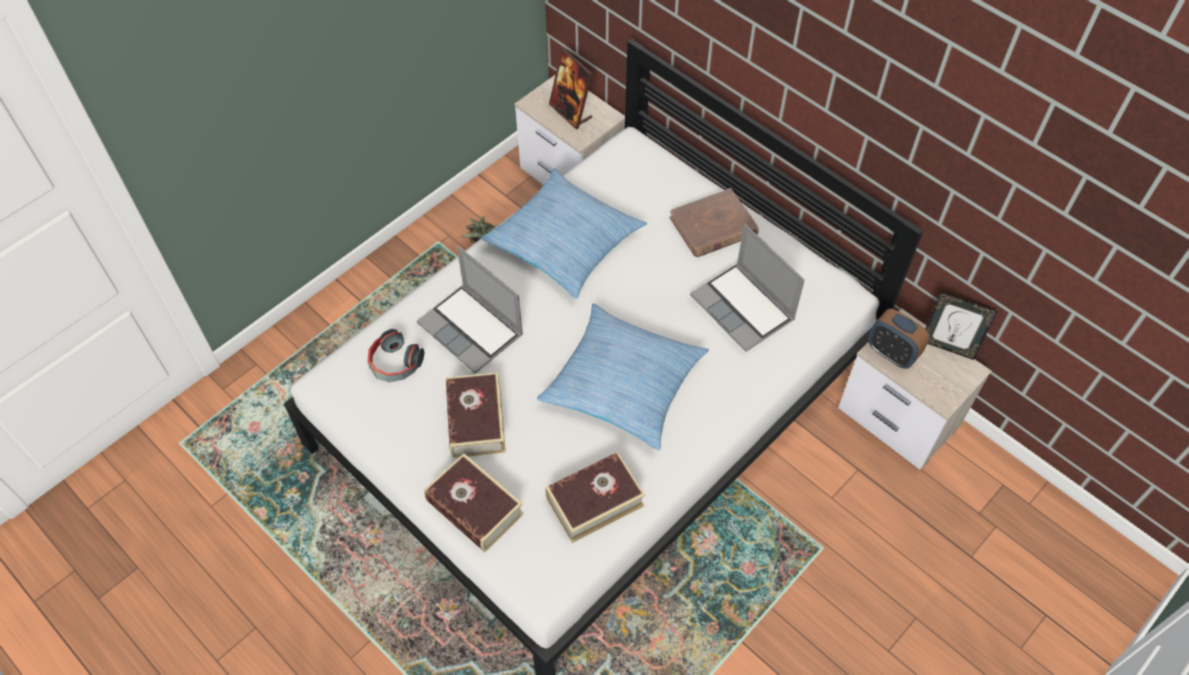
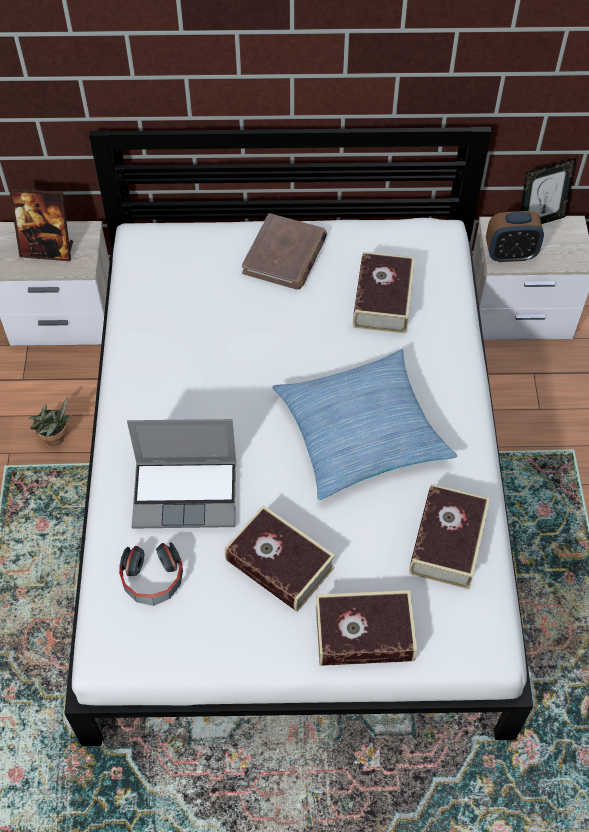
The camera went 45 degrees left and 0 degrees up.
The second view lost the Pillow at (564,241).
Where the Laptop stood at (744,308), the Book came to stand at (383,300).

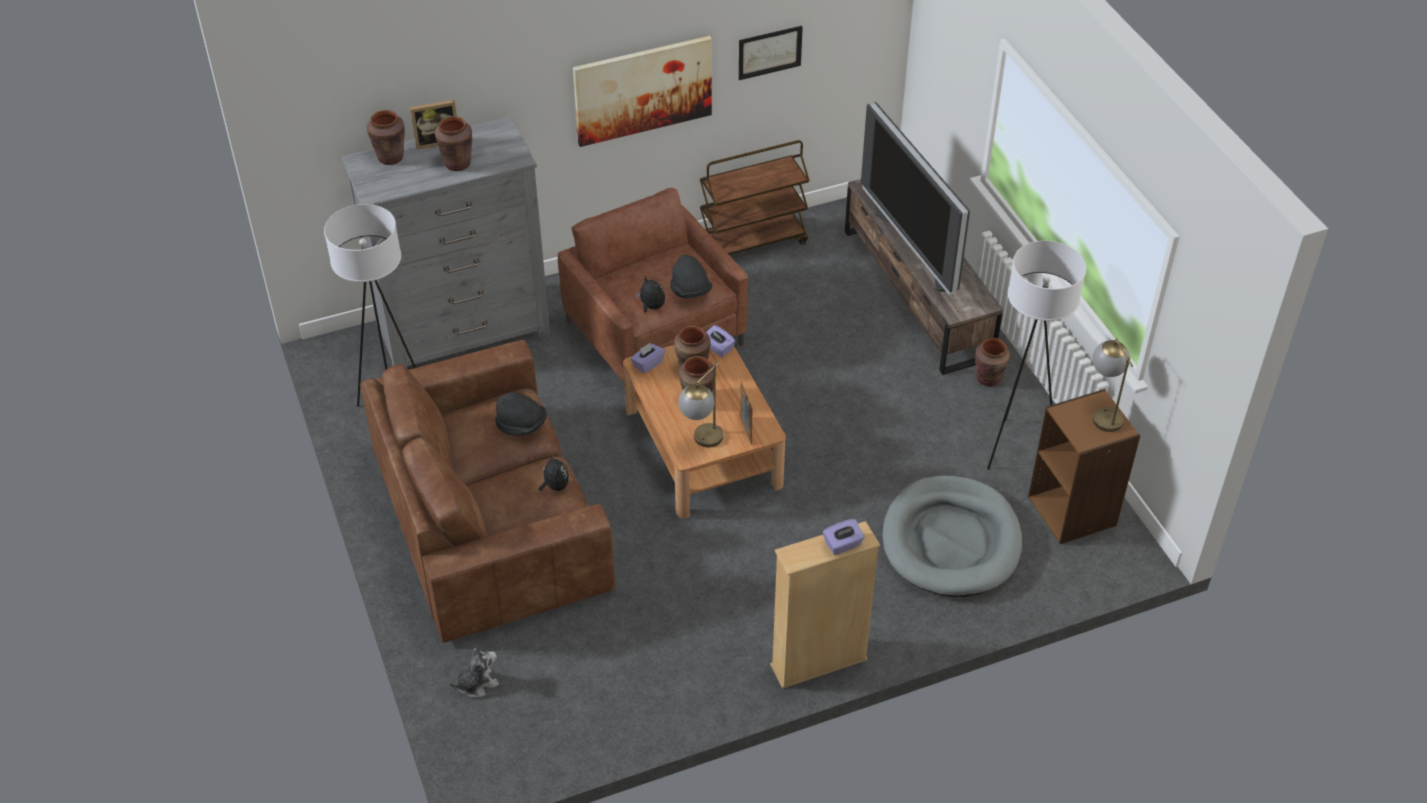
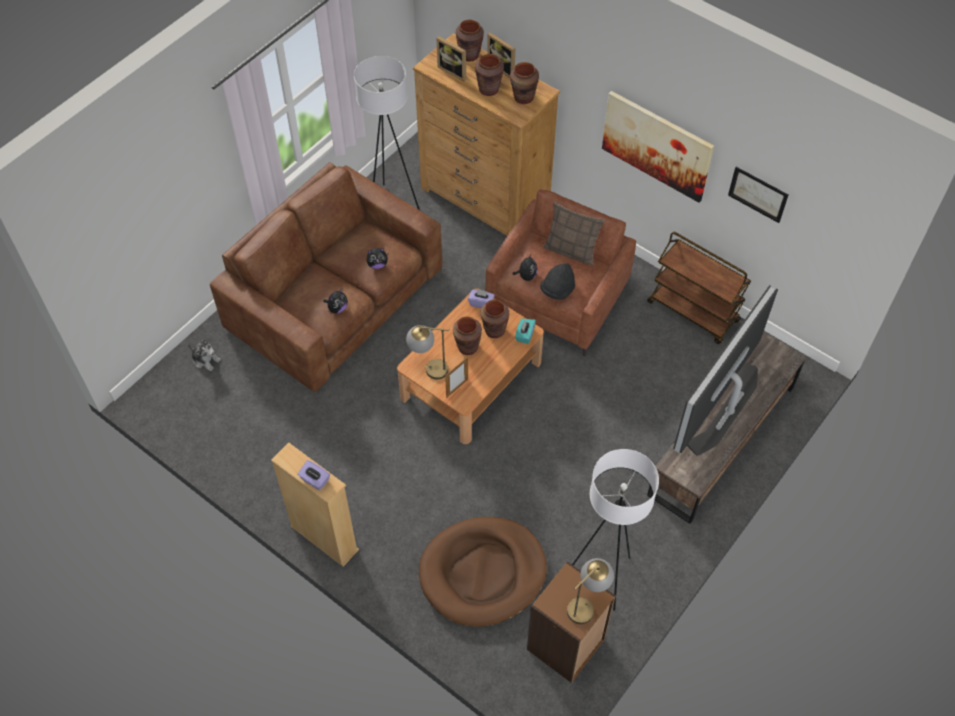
The camera went 60 degrees right and 10 degrees up.
The second view gained the PictureFrame at (454,71).
The second view gained the Pillow at (571,250).
The BrownVase ended up elsewhere, having gone from (988,379) to (523,97).
Where the BlackHat stood at (522,425), the PlushToy came to stand at (377,264).
What was the GreyDresser at (464,330) turned into the BrownDresser at (484,199).
What was the PurpleTissueBox at (718,348) turned into the TurquoiseTissueBox at (524,335).
What was the GreyDogBed at (951,541) turned into the BrownDogBed at (483,573).

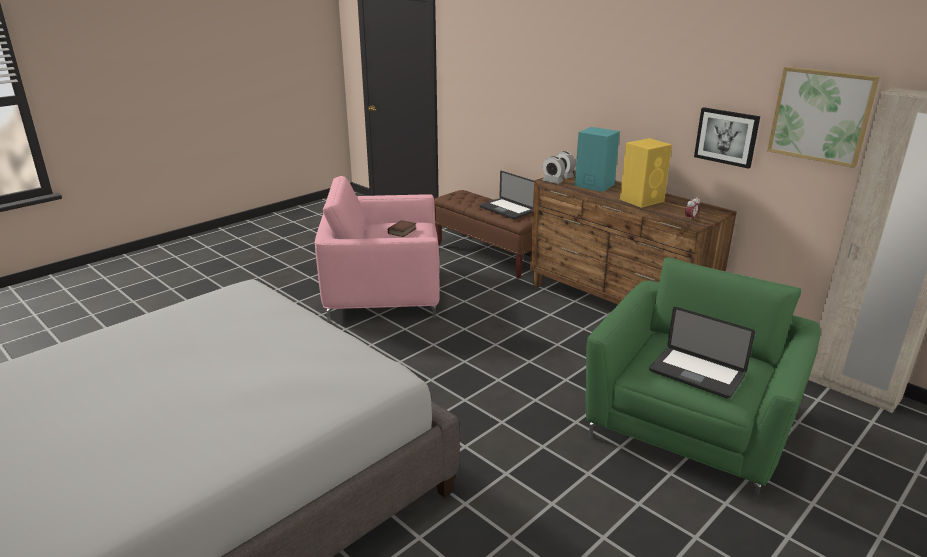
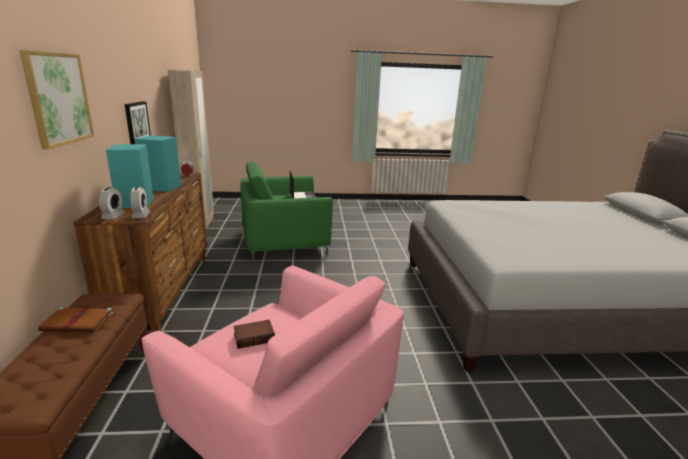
The camera went 140 degrees left and 5 degrees down.
The Picture ended up elsewhere, having gone from (821,115) to (58,98).
Where the Laptop stood at (506,209), the BrownBook came to stand at (79,322).
What was the YellowSpeaker at (642,200) turned into the TurquoiseSpeaker at (161,187).

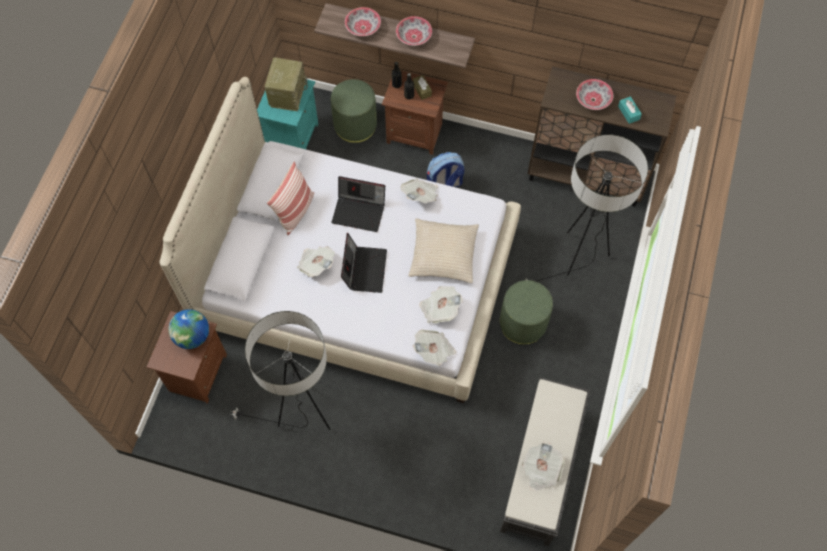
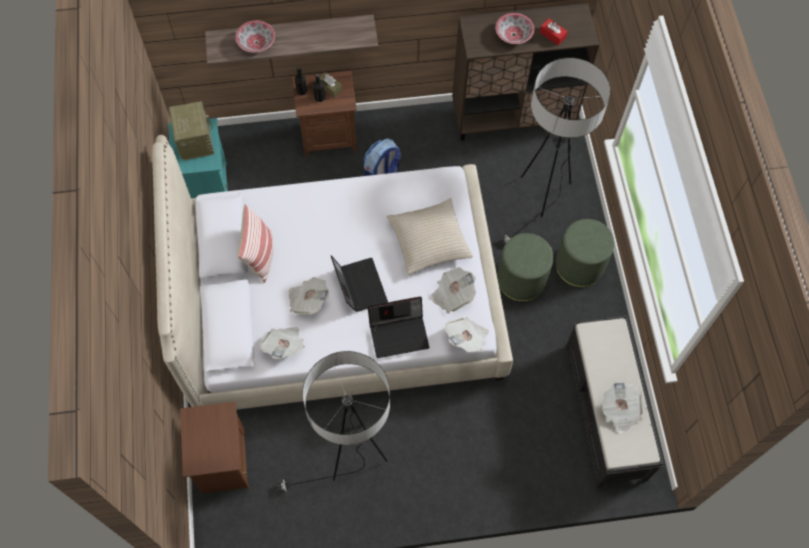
The camera went 25 degrees left and 0 degrees up.
The second view lost the Globe at (192,336).
The second view lost the Bowl at (413,36).
The GreenOttoman ended up elsewhere, having gone from (355,125) to (579,265).
The Laptop ended up elsewhere, having gone from (359,211) to (399,333).
The Newspaper ended up elsewhere, having gone from (421,195) to (284,346).
What was the TurquoiseTissueBox at (628,113) turned into the RedTissueBox at (552,35).

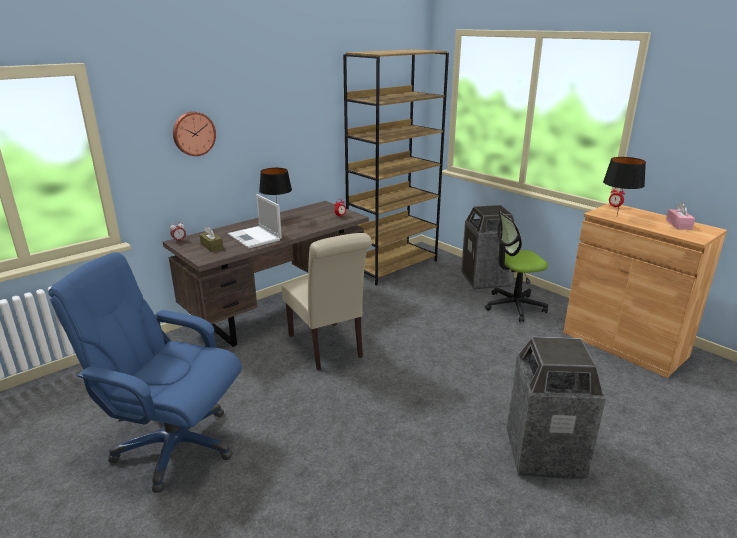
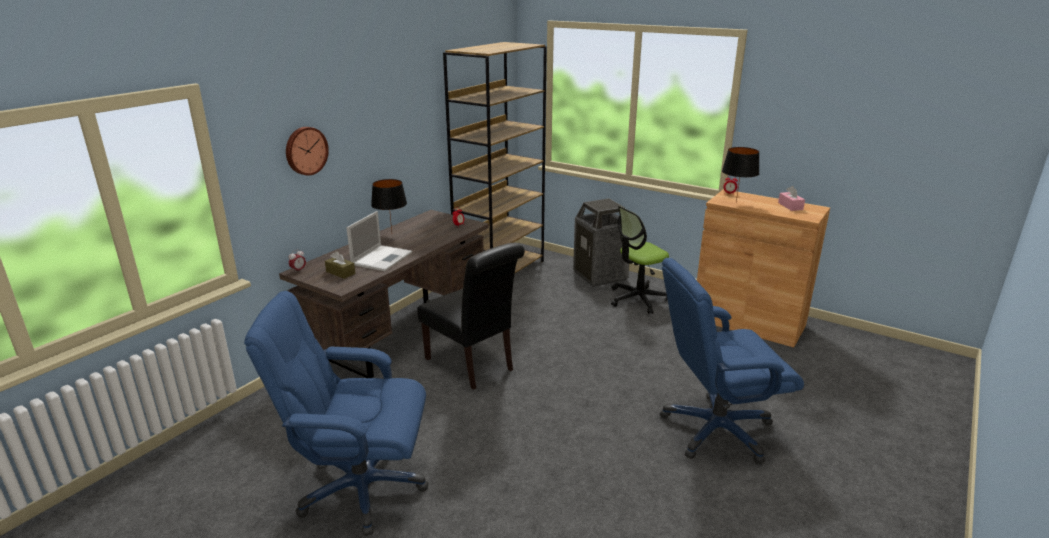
The camera went 15 degrees left and 0 degrees up.
Where the TrashCan stood at (543,453), the BlueOfficeChair came to stand at (716,430).
What was the BeigeChair at (328,348) turned into the BlackChair at (473,366).
The Laptop at (255,237) ended up facing another way, 105 degrees counterclockwise from before.

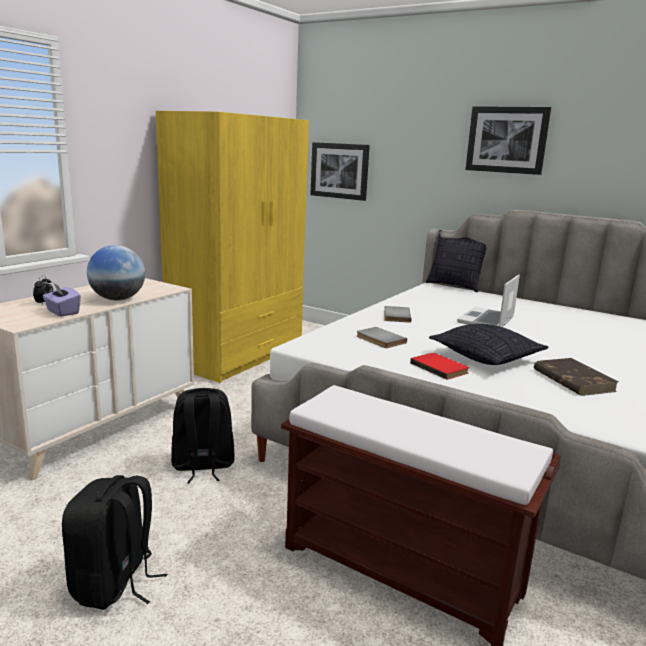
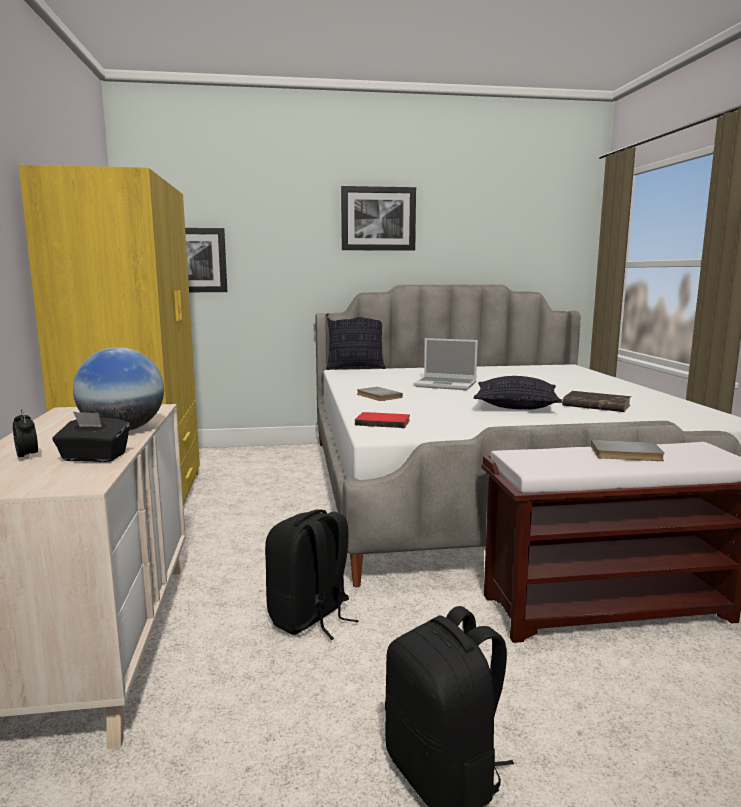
The camera went 40 degrees left and 5 degrees down.
The GreyBook ended up elsewhere, having gone from (379,340) to (626,454).
The RedBook ended up elsewhere, having gone from (440,368) to (383,422).
What was the PurpleTissueBox at (62,312) turned into the BlackTissueBox at (94,457).
The Laptop at (487,320) ended up facing another way, 60 degrees counterclockwise from before.

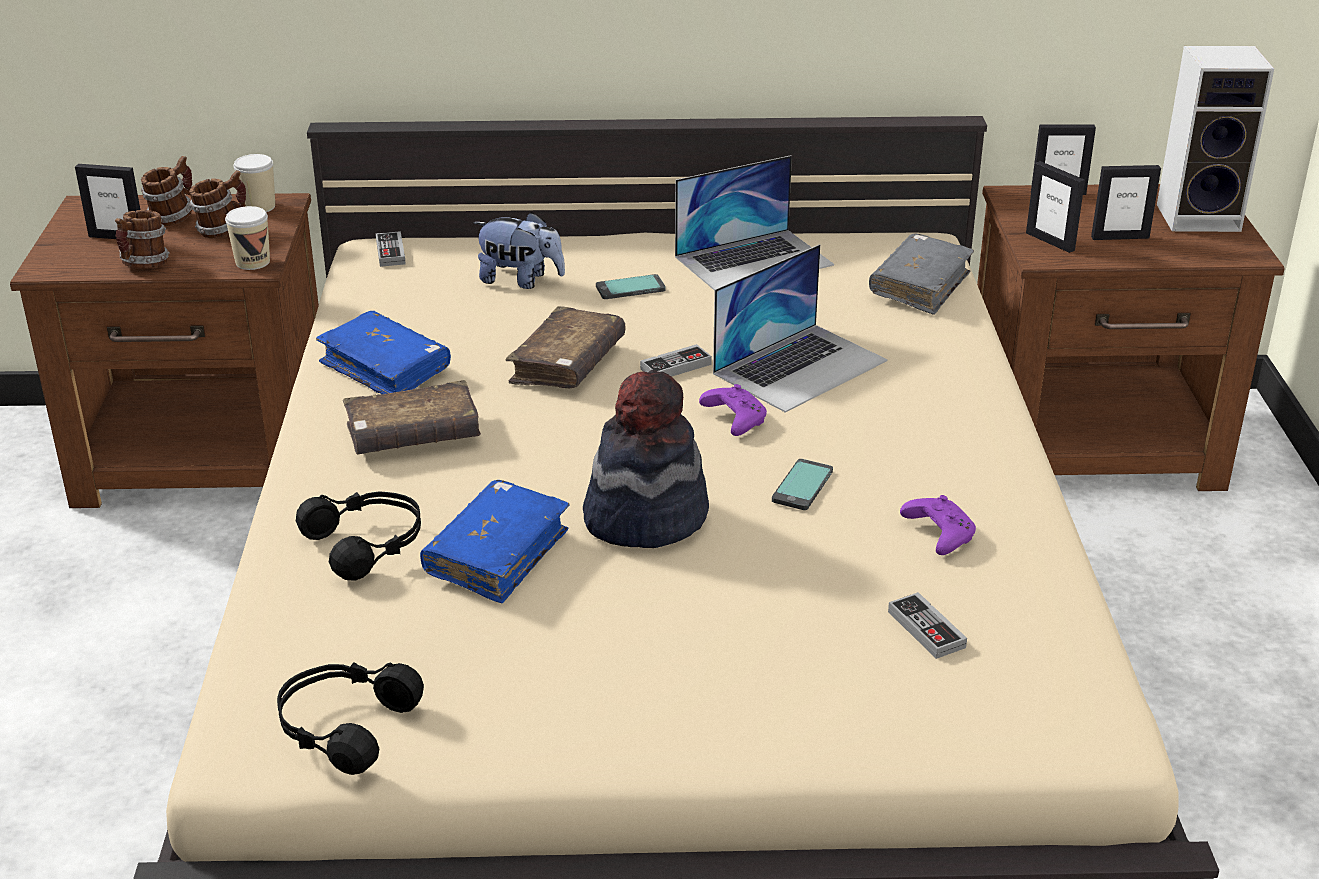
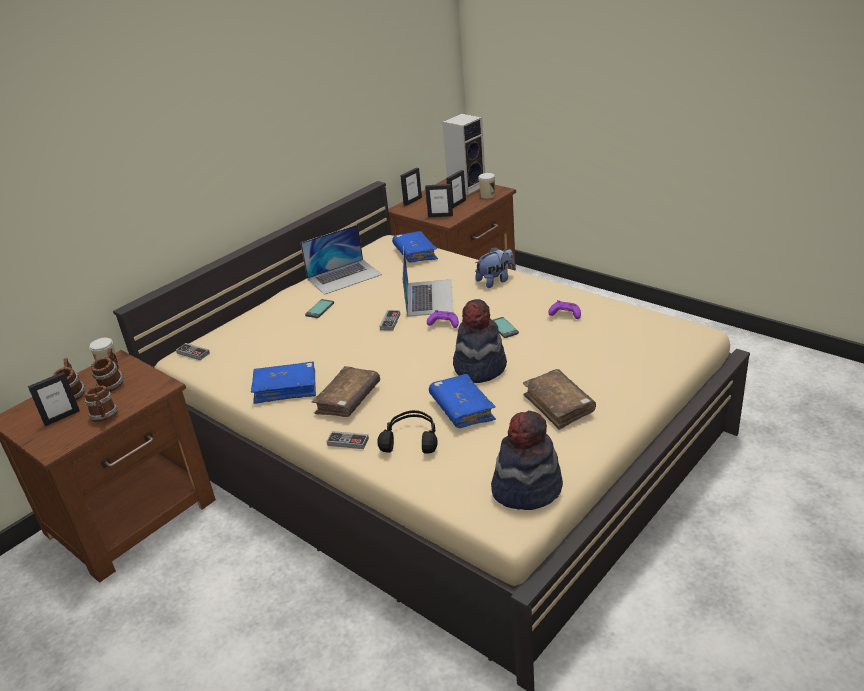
The camera went 45 degrees left and 0 degrees up.
The Cup ended up elsewhere, having gone from (252,262) to (487,196).
The PlushToy ended up elsewhere, having gone from (521,280) to (495,281).
The BrownBook ended up elsewhere, having gone from (567,364) to (558,405).
The GameController ended up elsewhere, having gone from (926,629) to (348,442).
Where the BlackHeadphones stood at (343,727), the Hat came to stand at (526,488).
What was the GreyBook at (920,286) turned into the BlueBook at (415,253).
The Laptop at (754,260) ended up facing another way, 45 degrees clockwise from before.

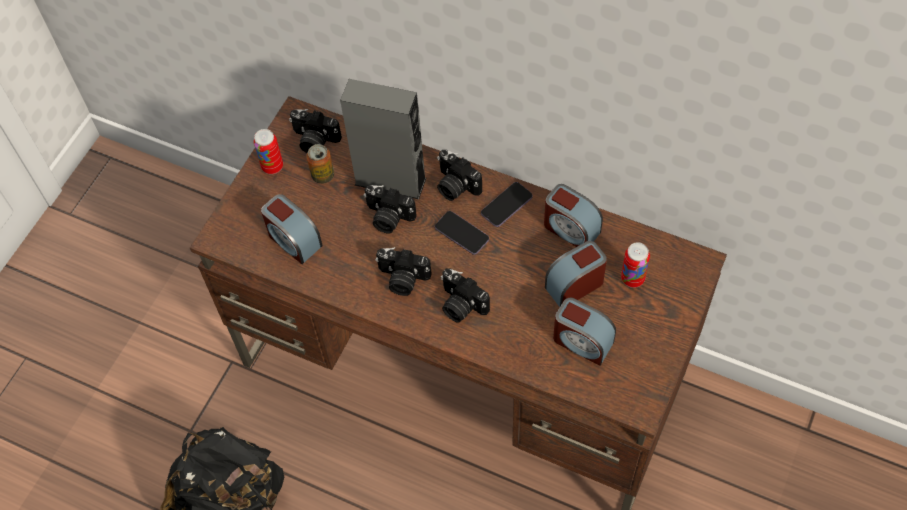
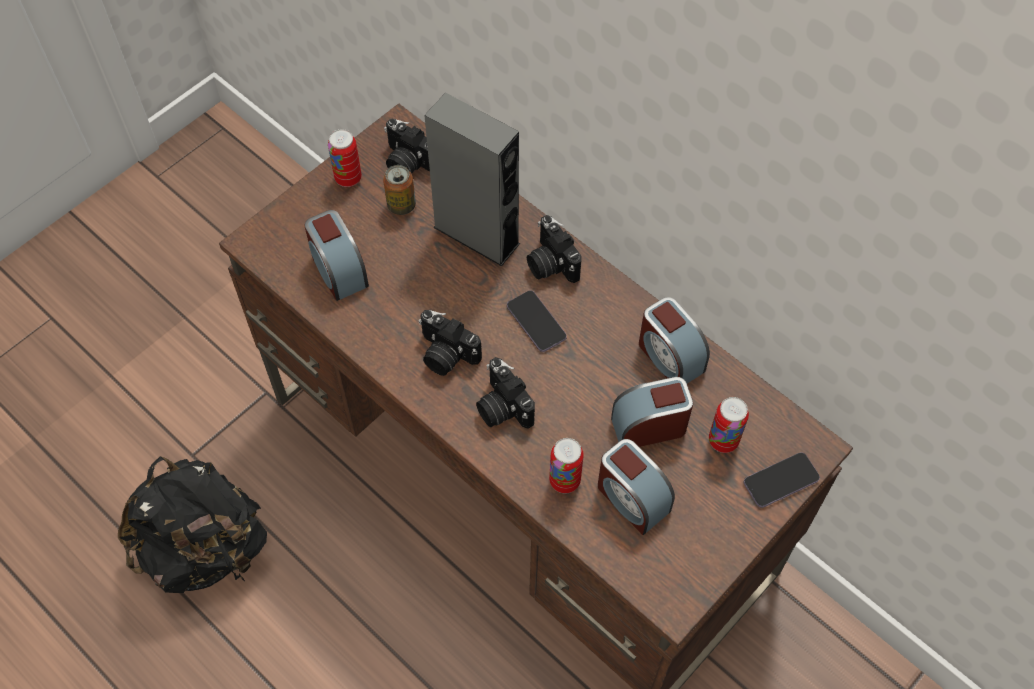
The camera went 15 degrees right and 0 degrees up.
The second view lost the PhotoCamera at (388,218).
The second view gained the Can at (564,480).
The Phone ended up elsewhere, having gone from (506,205) to (781,481).

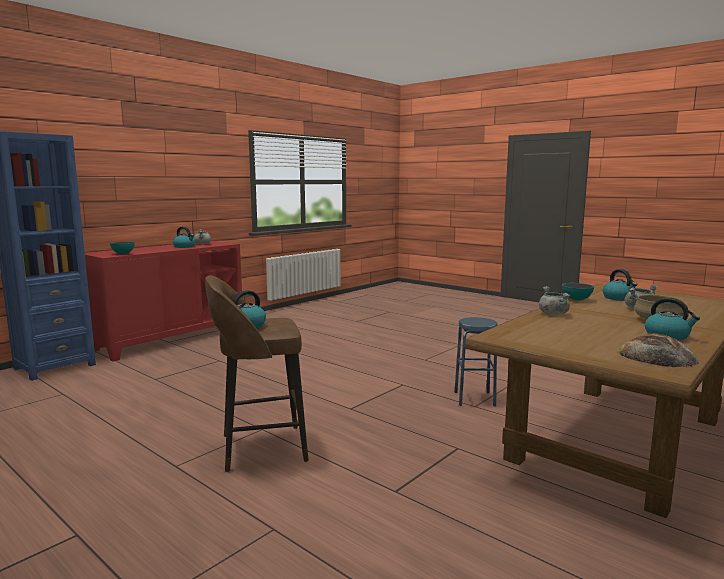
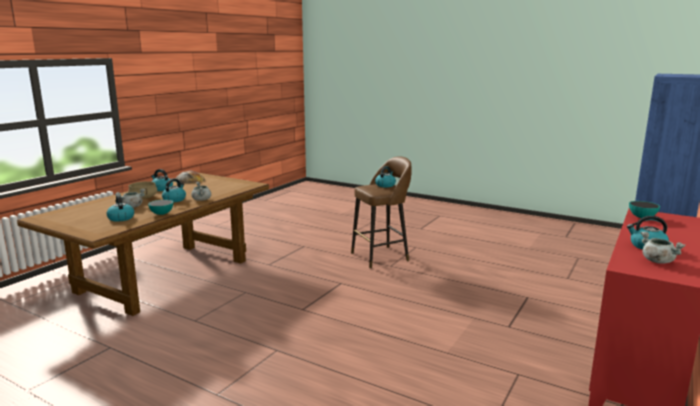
The camera went 170 degrees right and 5 degrees up.
The second view lost the BlueStool at (474,398).
The second view gained the Kettle at (174,199).

